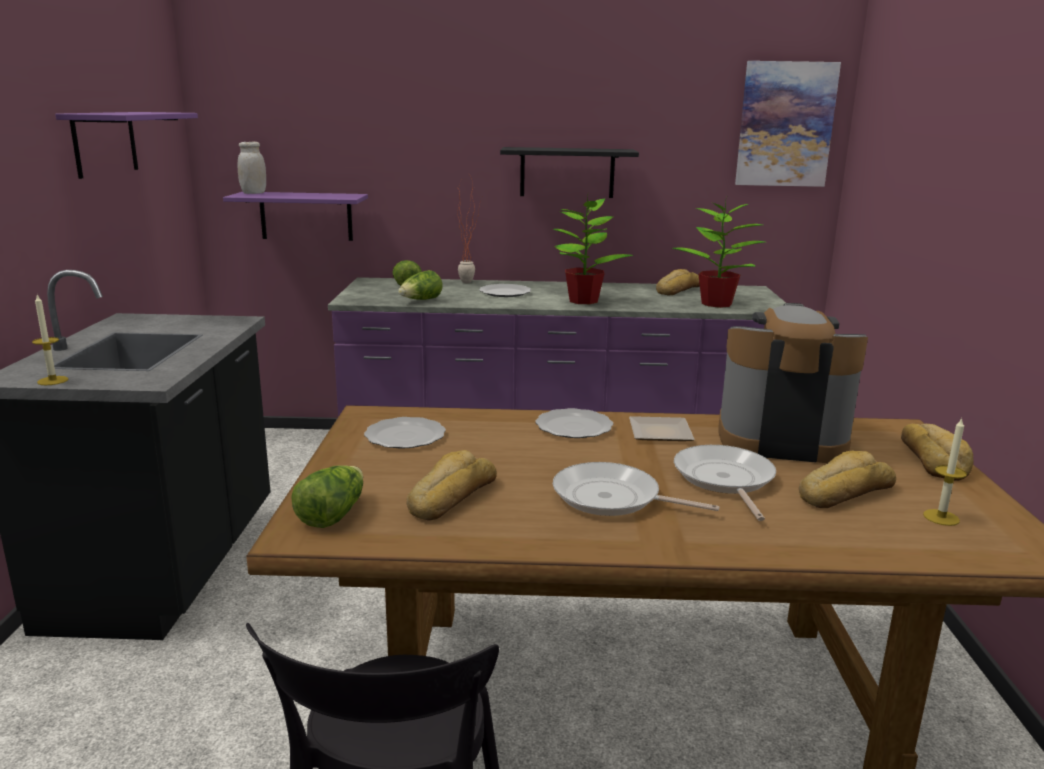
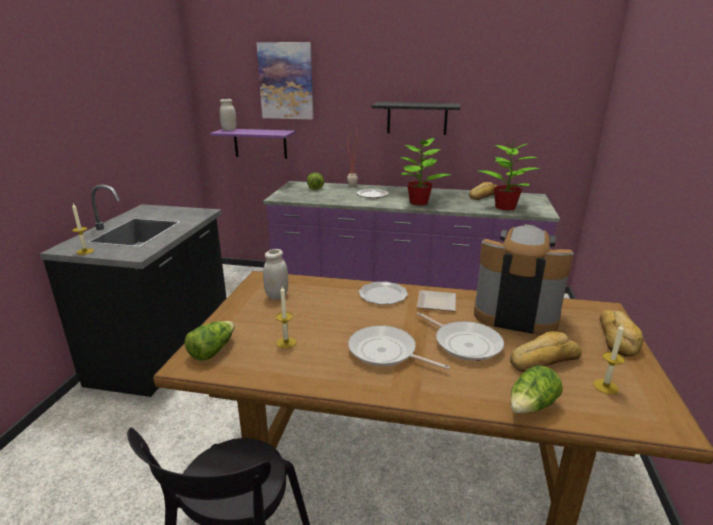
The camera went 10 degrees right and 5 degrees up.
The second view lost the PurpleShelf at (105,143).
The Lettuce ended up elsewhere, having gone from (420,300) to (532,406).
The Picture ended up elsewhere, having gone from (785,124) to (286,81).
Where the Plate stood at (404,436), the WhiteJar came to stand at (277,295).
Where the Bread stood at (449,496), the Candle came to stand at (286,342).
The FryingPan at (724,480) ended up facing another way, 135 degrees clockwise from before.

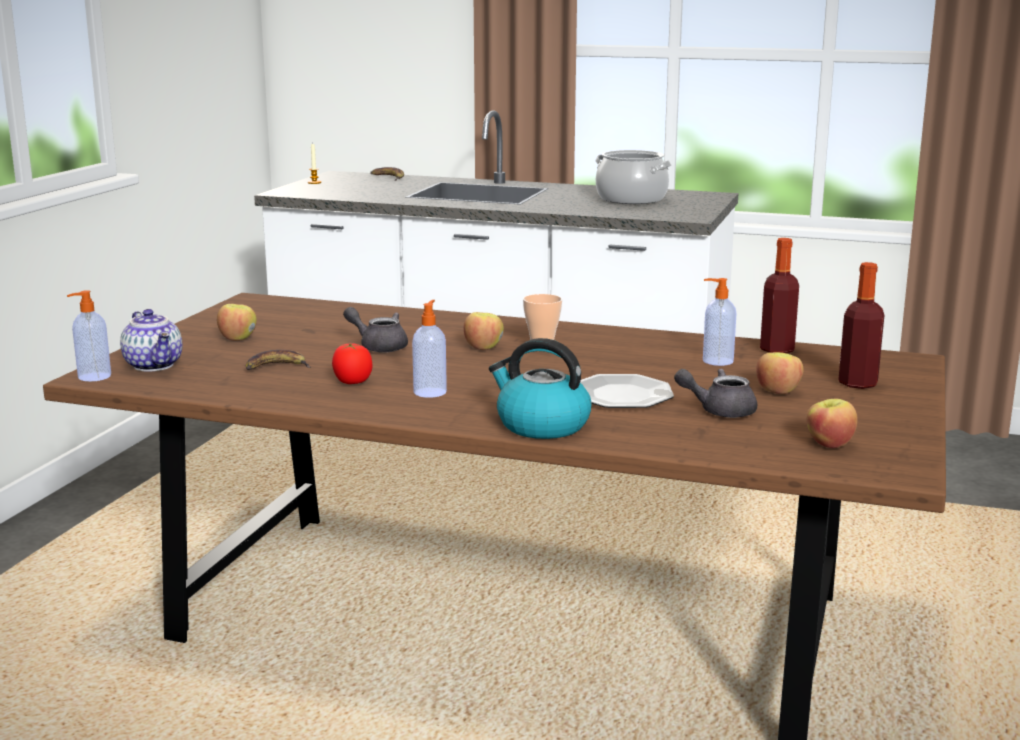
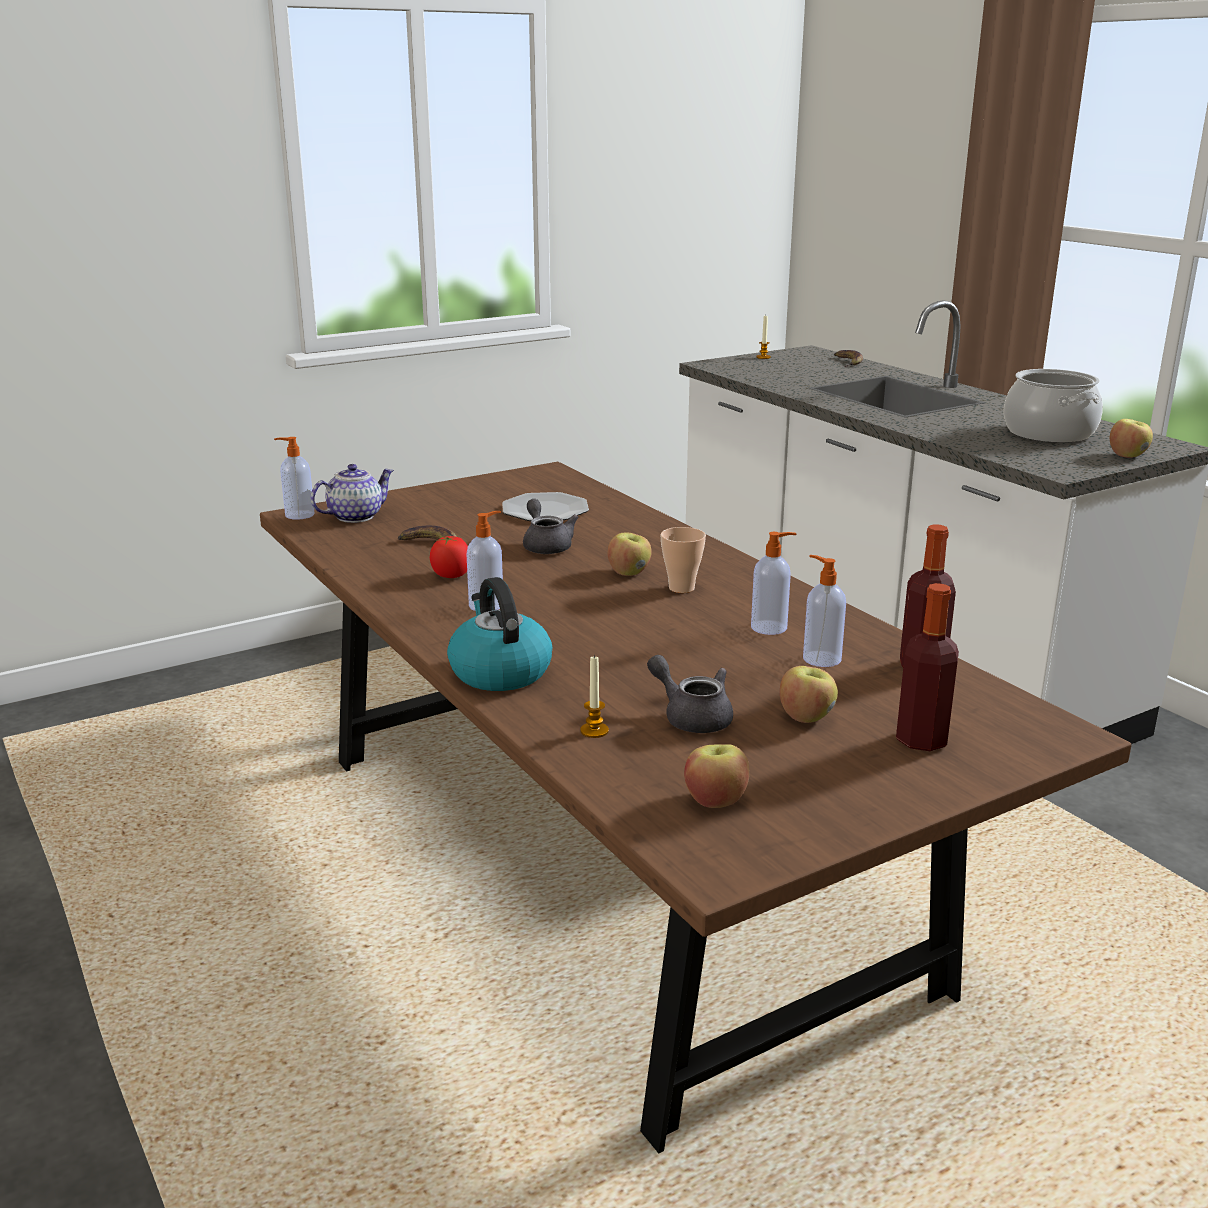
The camera went 40 degrees right and 5 degrees up.
The second view gained the Candle at (594,731).
The second view gained the SoapDispenser at (770,627).
The Apple ended up elsewhere, having gone from (238,338) to (1127,455).
The Plate ended up elsewhere, having gone from (621,395) to (545,510).
The Teapot at (155,365) ended up facing another way, 135 degrees counterclockwise from before.

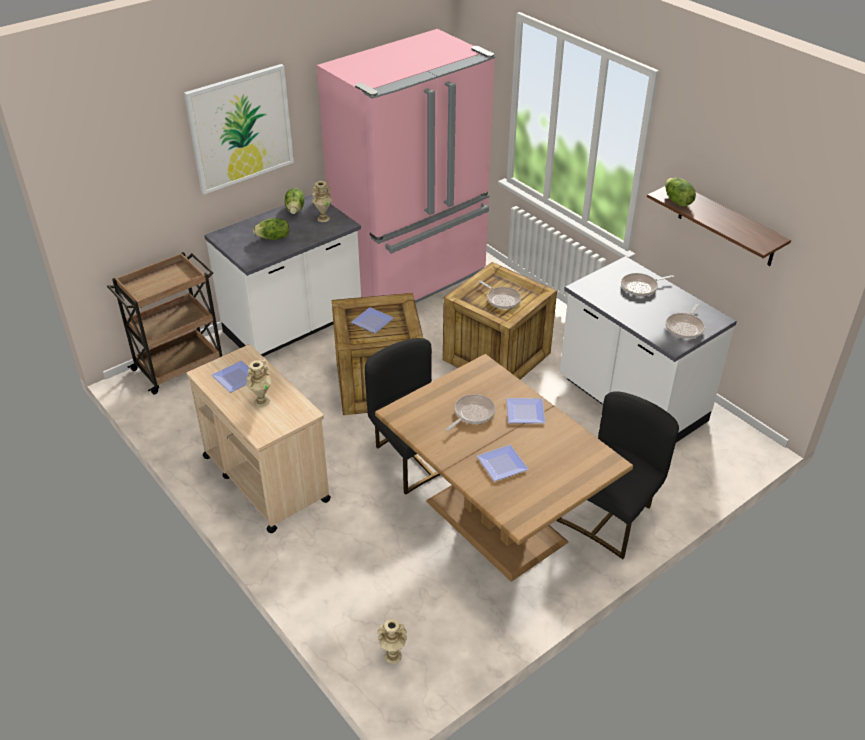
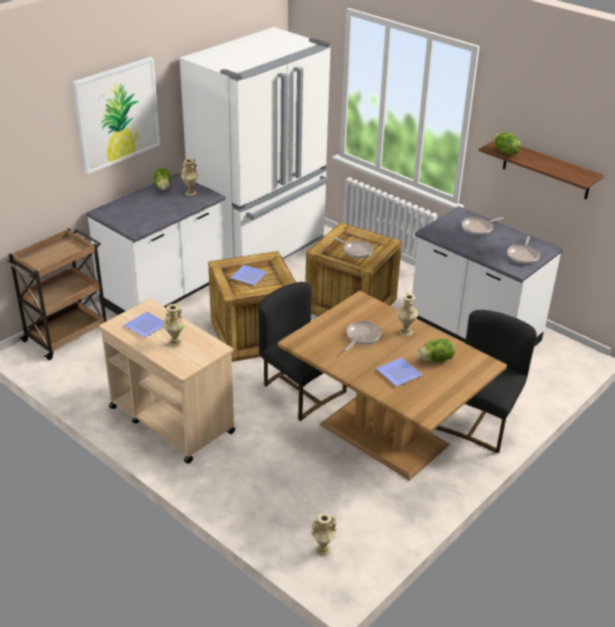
The camera went 10 degrees left and 5 degrees down.
The Lettuce ended up elsewhere, having gone from (273,238) to (436,360).
Where the Plate stood at (523,411), the BeigeVase came to stand at (405,331).
What was the PinkFridge at (413,279) turned into the WhiteFridge at (261,249).

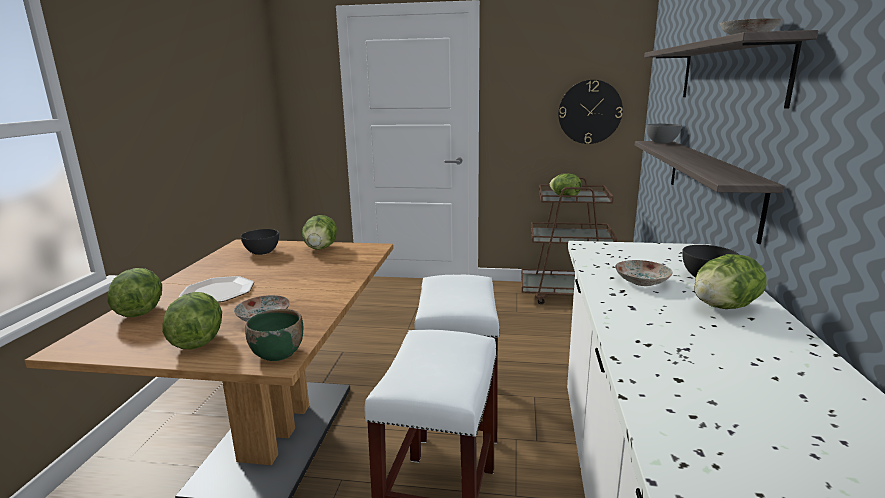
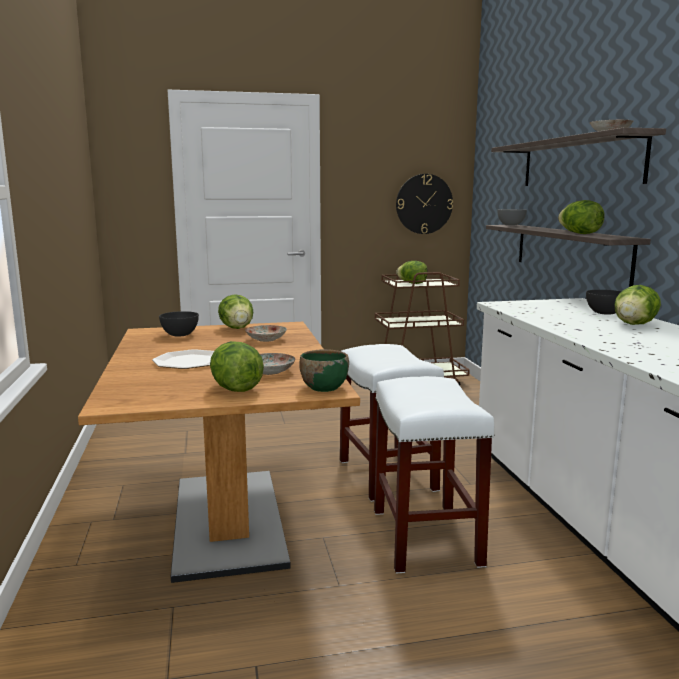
The camera went 20 degrees left and 5 degrees down.
The Lettuce ended up elsewhere, having gone from (140,311) to (579,233).
The Plate ended up elsewhere, having gone from (641,281) to (266,339).

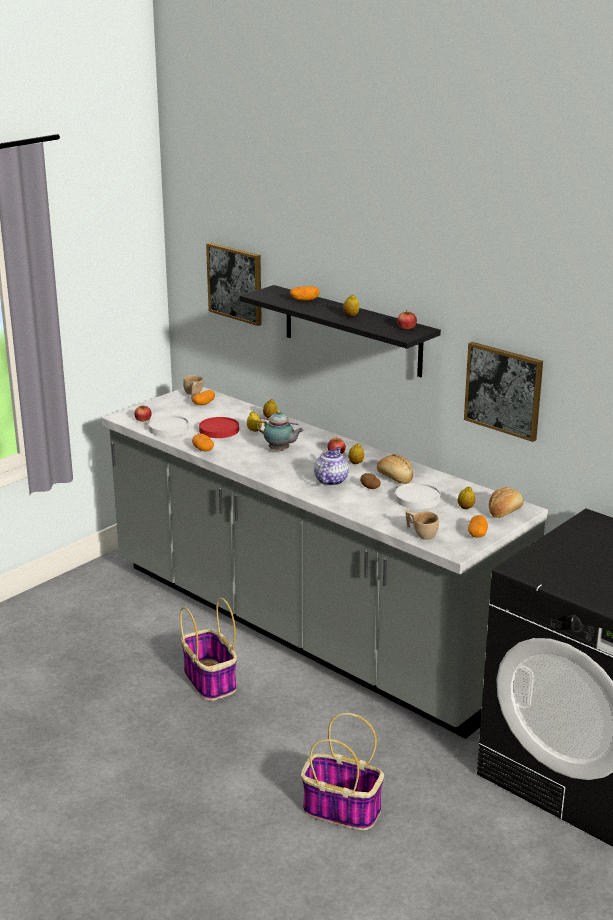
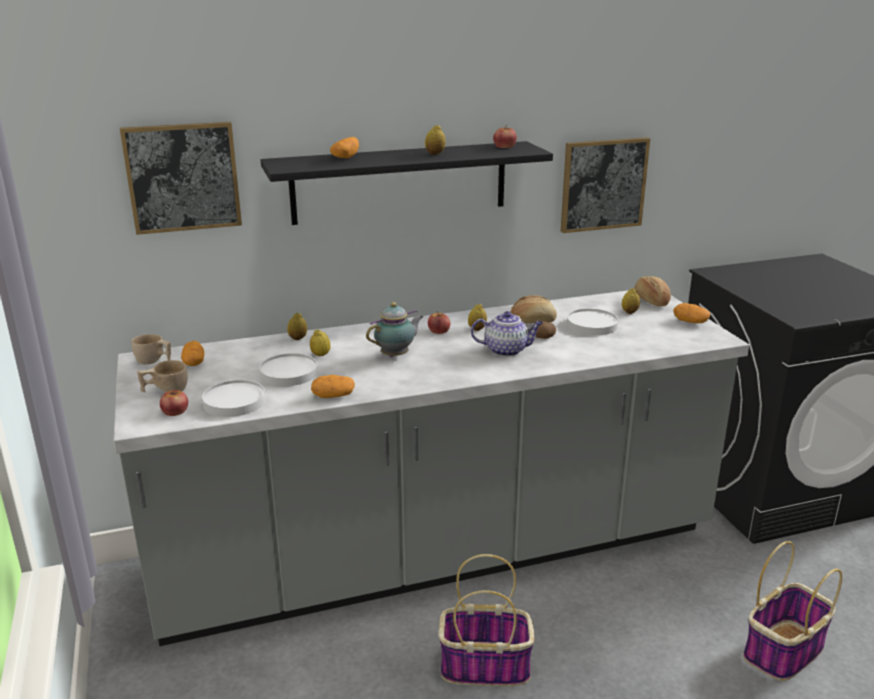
The camera went 60 degrees left and 0 degrees up.
The BeigeCup ended up elsewhere, having gone from (421,533) to (165,390).
What was the RedPlate at (219,430) turned into the WhitePlate at (289,373).
The Teapot at (331,480) ended up facing another way, 135 degrees clockwise from before.

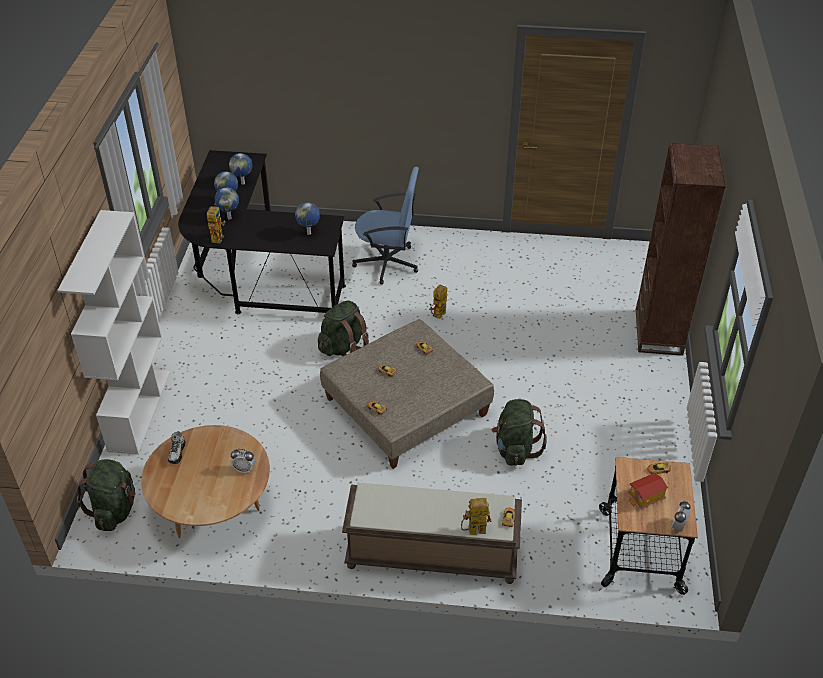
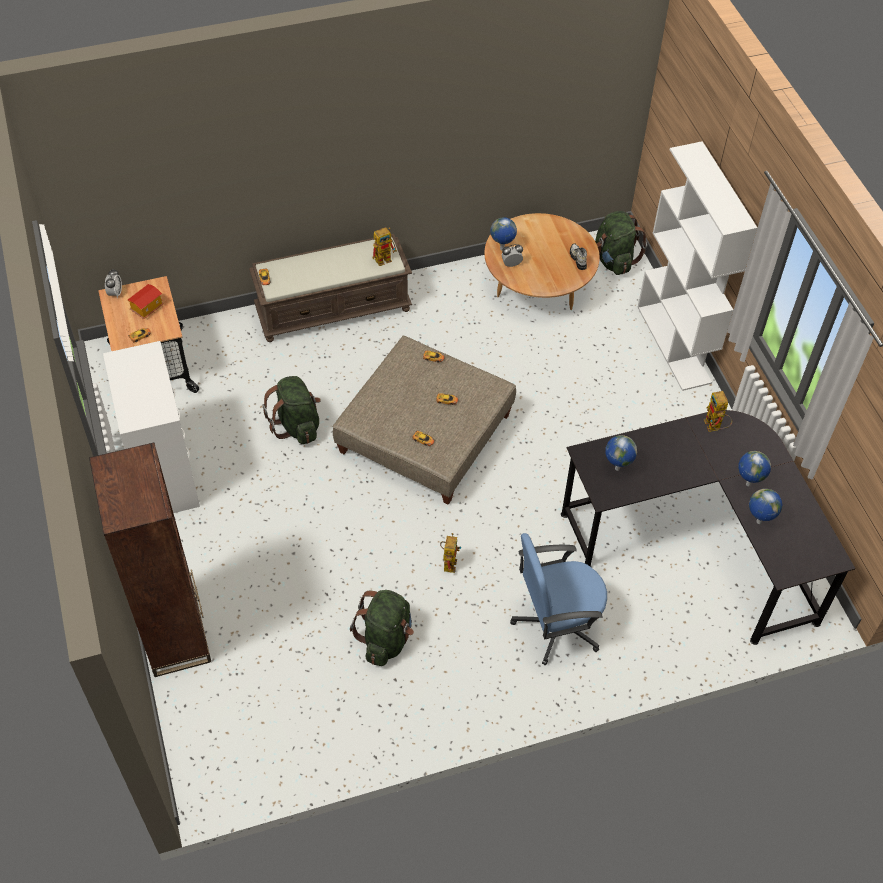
The camera went 155 degrees right and 10 degrees up.
The second view gained the WhiteDresser at (163,474).
The Globe ended up elsewhere, having gone from (229,218) to (502,249).
The GreenBackpack ended up elsewhere, having gone from (343,346) to (386,639).
The ToyRobot ended up elsewhere, having gone from (473,531) to (385,258).

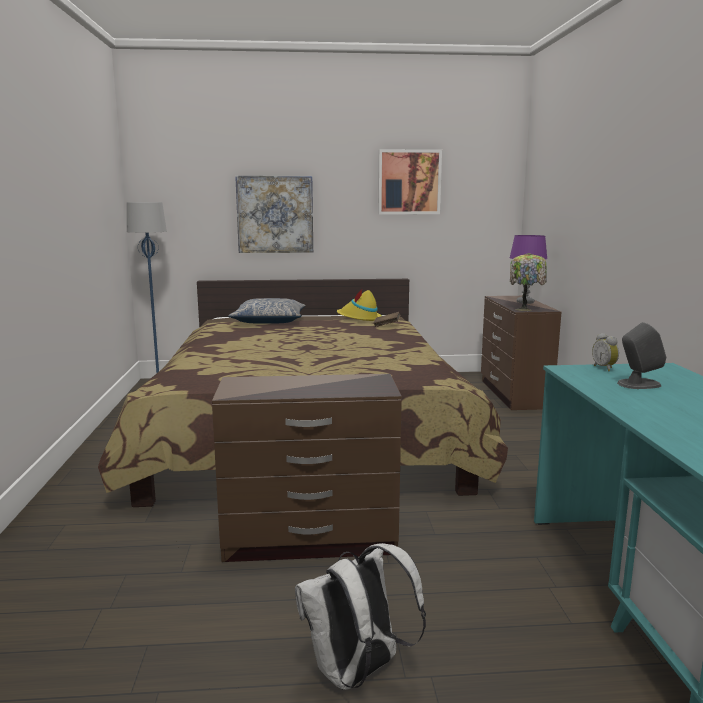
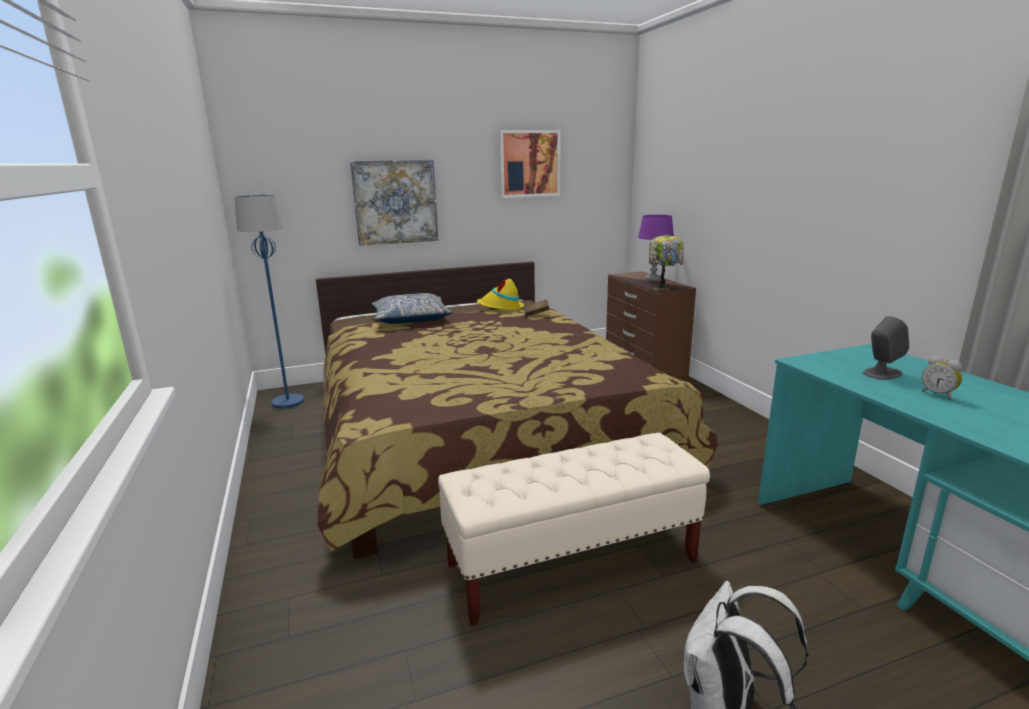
The camera went 15 degrees left and 5 degrees up.
The AlarmClock ended up elsewhere, having gone from (605,368) to (938,394).
Where the BrownDresser stood at (311,540), the BeigeBench came to stand at (572,564).

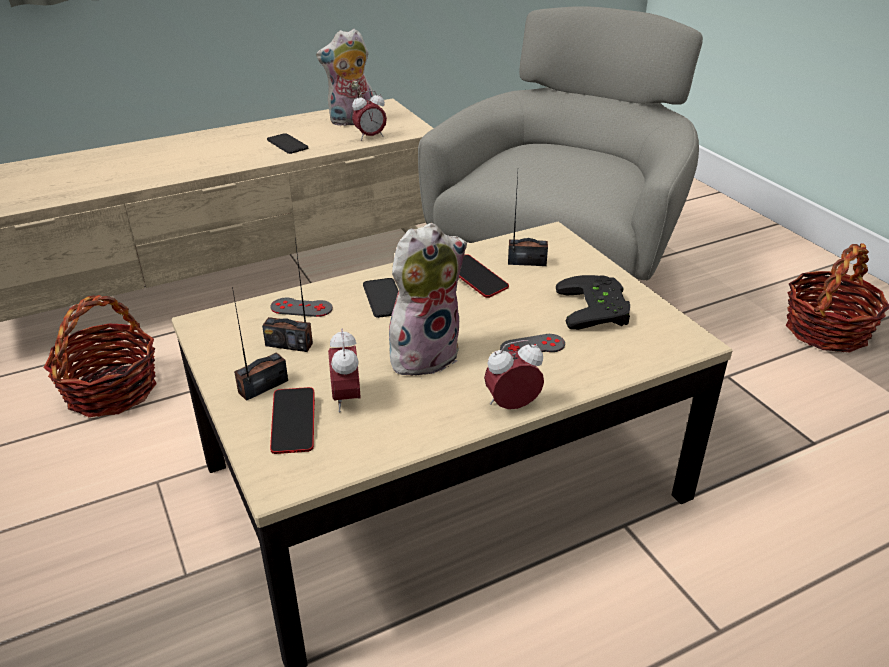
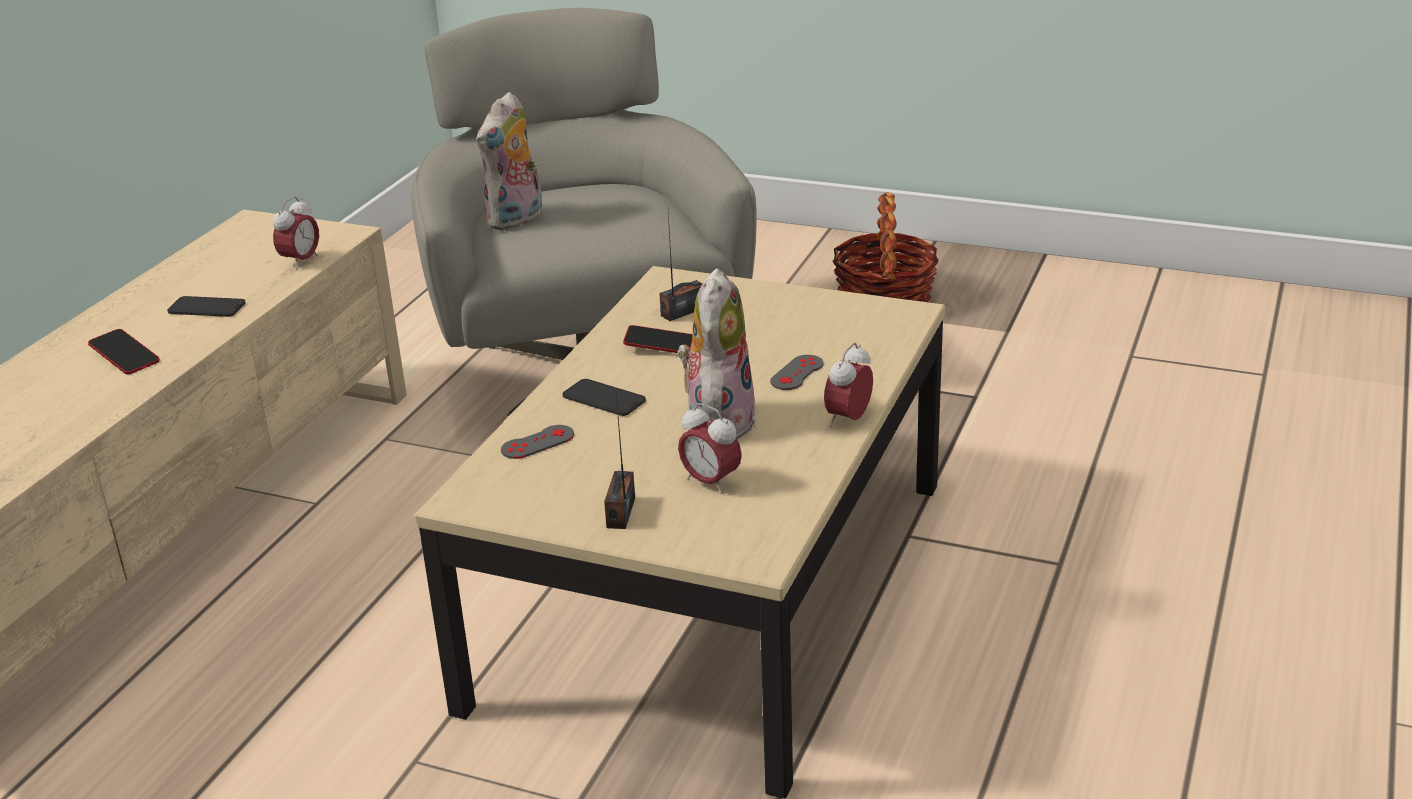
The camera went 40 degrees left and 5 degrees down.
The second view lost the Basket at (111,390).
The second view lost the Radio at (289,344).
The second view lost the BlackGameController at (598,309).
The Phone ended up elsewhere, having gone from (294,425) to (125,357).
The PlushToy ended up elsewhere, having gone from (351,122) to (517,220).

